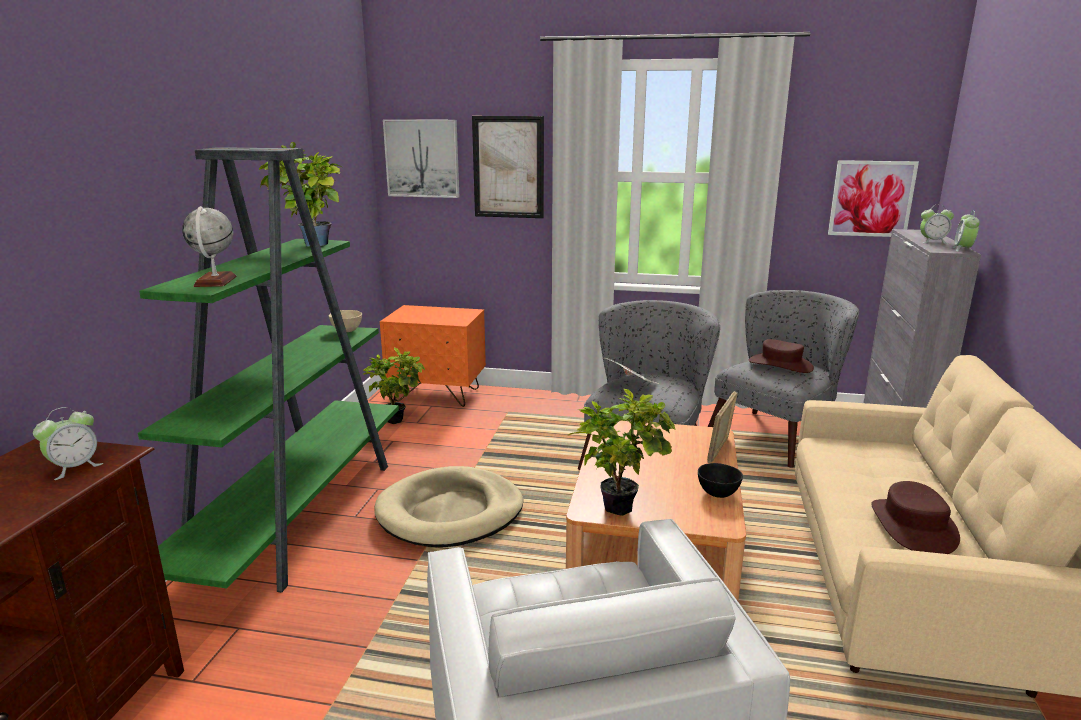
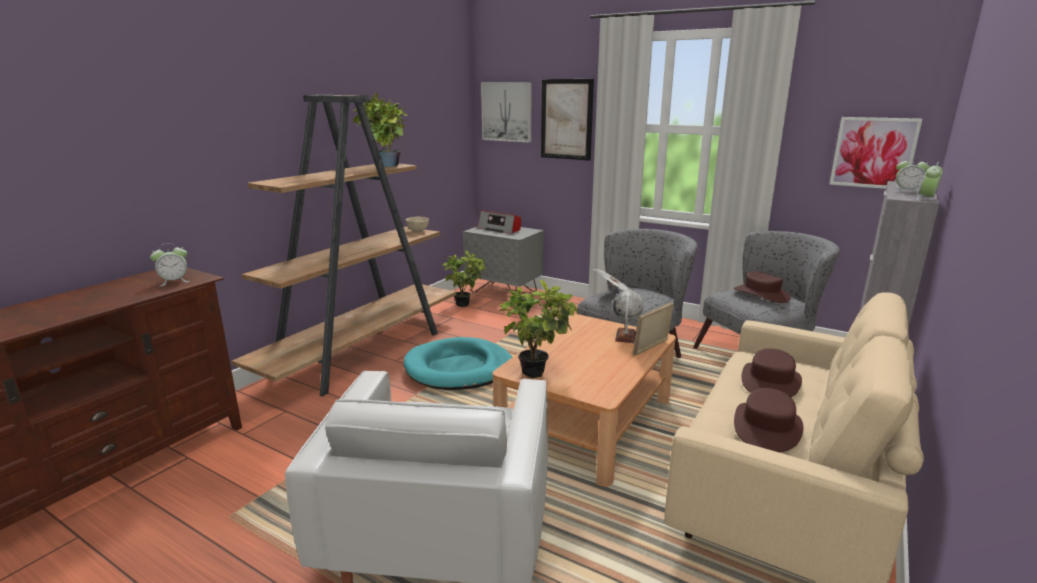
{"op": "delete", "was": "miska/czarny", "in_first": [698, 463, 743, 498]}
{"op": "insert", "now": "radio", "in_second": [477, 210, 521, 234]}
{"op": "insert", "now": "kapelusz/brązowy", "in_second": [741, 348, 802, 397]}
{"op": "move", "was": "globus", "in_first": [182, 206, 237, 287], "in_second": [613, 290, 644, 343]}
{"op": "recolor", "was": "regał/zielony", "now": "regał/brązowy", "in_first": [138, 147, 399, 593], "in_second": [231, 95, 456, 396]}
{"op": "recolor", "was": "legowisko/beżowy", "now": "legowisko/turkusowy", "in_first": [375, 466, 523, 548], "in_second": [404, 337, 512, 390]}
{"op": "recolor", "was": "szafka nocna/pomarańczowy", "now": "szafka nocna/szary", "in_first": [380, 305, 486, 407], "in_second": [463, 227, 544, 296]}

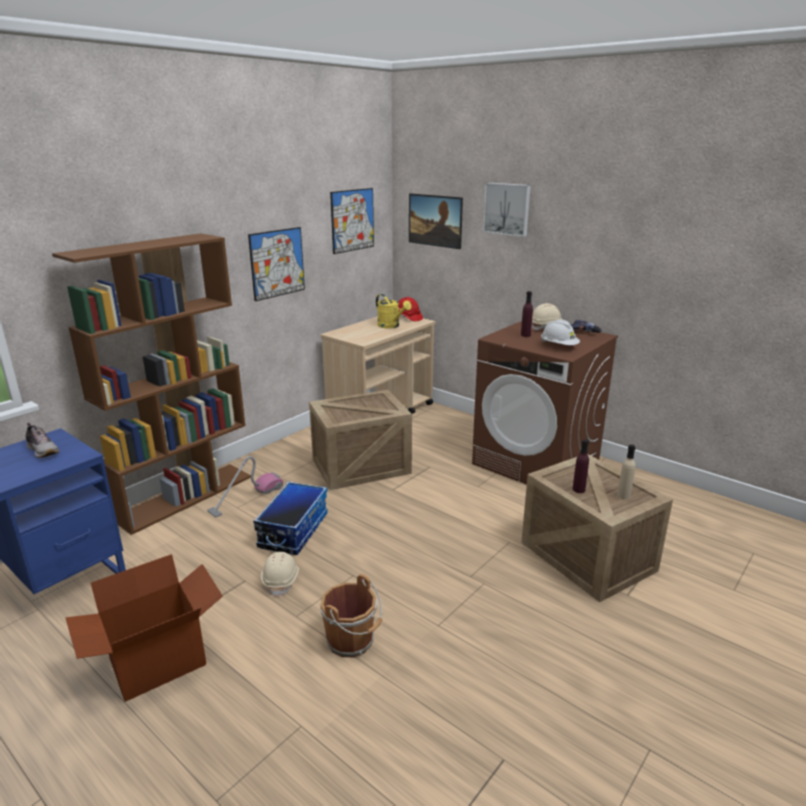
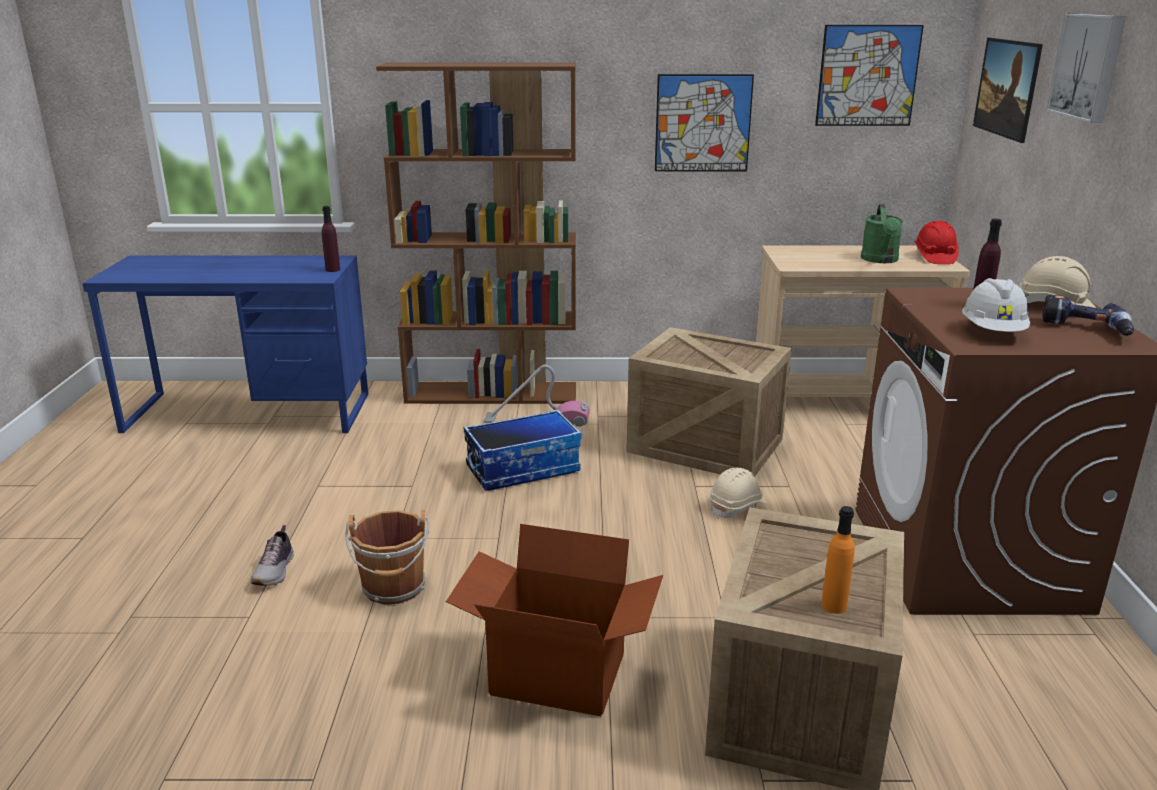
{"op": "move", "was": "but", "in_first": [26, 423, 60, 458], "in_second": [251, 525, 294, 586]}
{"op": "move", "was": "karton", "in_first": [65, 554, 223, 702], "in_second": [446, 524, 663, 716]}
{"op": "move", "was": "kask/beżowy", "in_first": [261, 552, 299, 597], "in_second": [709, 468, 766, 518]}
{"op": "move", "was": "butelka/fioletowy", "in_first": [573, 439, 589, 493], "in_second": [322, 206, 340, 272]}
{"op": "recolor", "was": "konewka/żółty", "now": "konewka/zielony", "in_first": [376, 294, 412, 328], "in_second": [861, 204, 903, 263]}
{"op": "recolor", "was": "butelka/beżowy", "now": "butelka/pomarańczowy", "in_first": [617, 444, 636, 499], "in_second": [821, 506, 855, 614]}

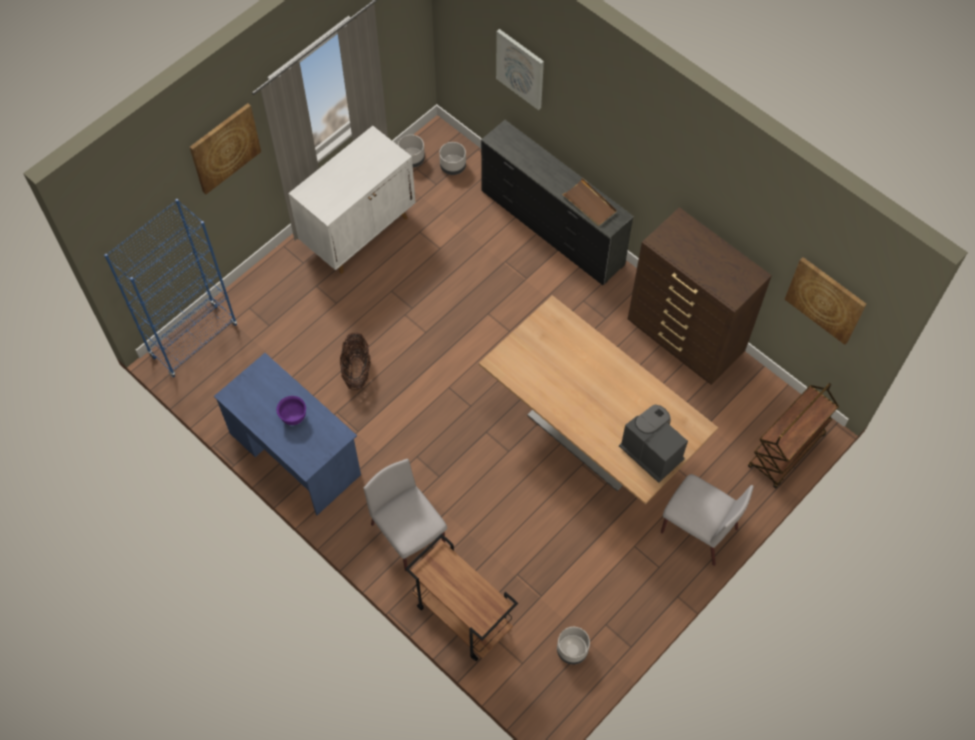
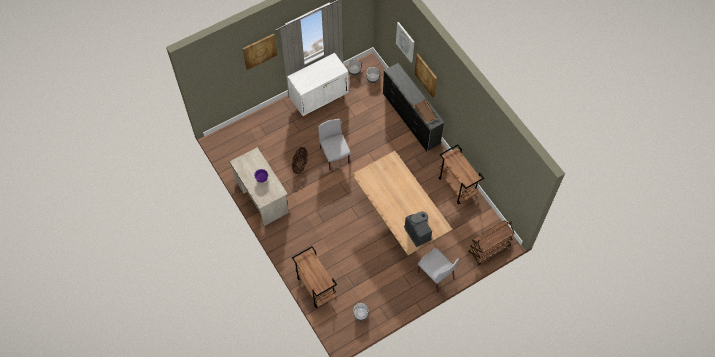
{"op": "delete", "was": "regał/niebieski", "in_first": [104, 199, 237, 378]}
{"op": "move", "was": "krzesło/szary", "in_first": [364, 459, 447, 571], "in_second": [318, 119, 351, 170]}
{"op": "move", "was": "obraz", "in_first": [784, 257, 866, 345], "in_second": [414, 54, 437, 98]}
{"op": "replace", "was": "komoda/brązowy", "now": "wózek/brązowy", "in_first": [628, 207, 772, 385], "in_second": [438, 144, 484, 204]}
{"op": "recolor", "was": "biurko/niebieski", "now": "biurko/beżowy", "in_first": [214, 353, 361, 515], "in_second": [229, 147, 289, 226]}

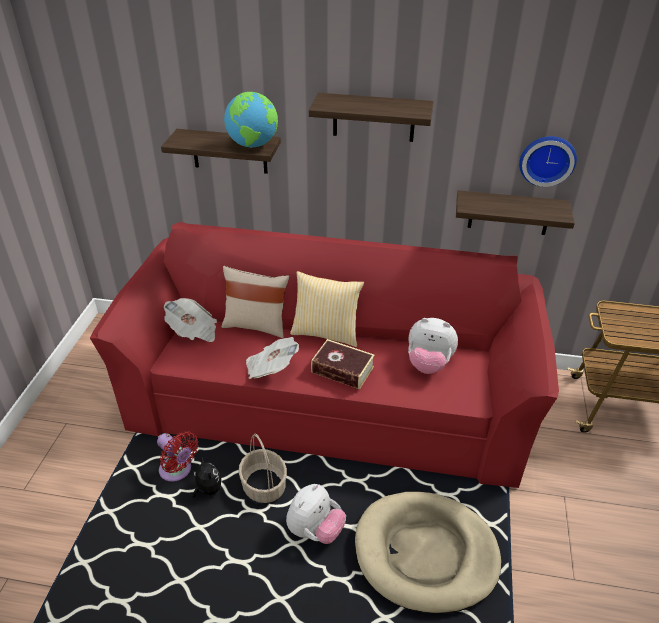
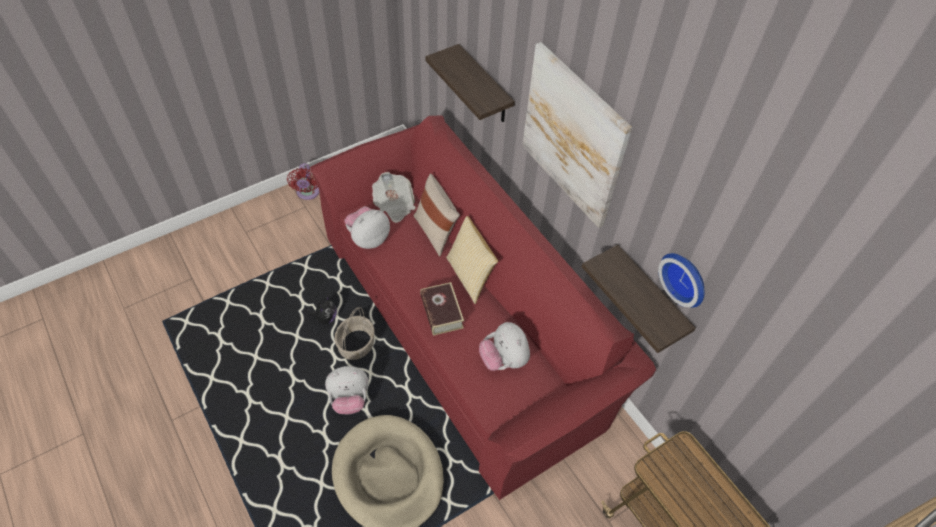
{"op": "delete", "was": "globus", "in_first": [224, 92, 278, 148]}
{"op": "delete", "was": "gazeta", "in_first": [246, 337, 299, 379]}
{"op": "insert", "now": "pluszak", "in_second": [344, 206, 390, 249]}
{"op": "move", "was": "wentylator/czerwony", "in_first": [157, 431, 198, 482], "in_second": [287, 163, 319, 200]}
{"op": "replace", "was": "półka", "now": "obraz", "in_first": [309, 93, 434, 142], "in_second": [522, 42, 632, 228]}

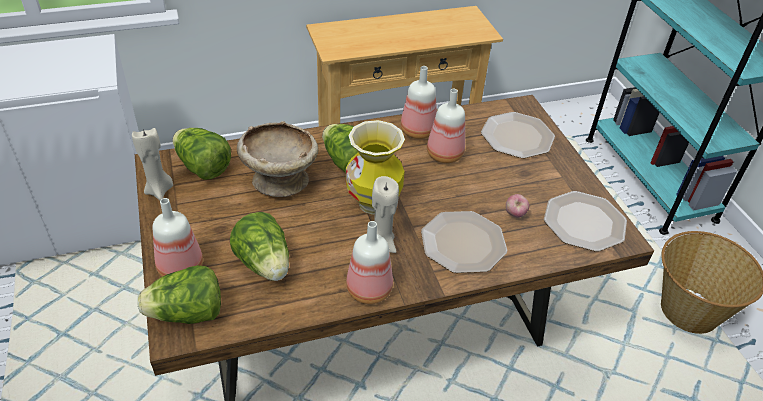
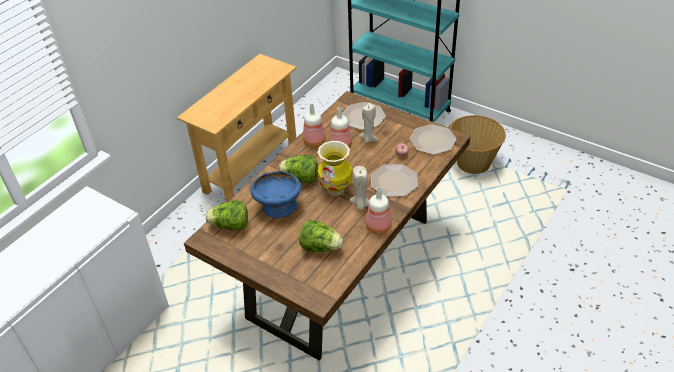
{"op": "delete", "was": "sałata", "in_first": [137, 265, 221, 324]}
{"op": "delete", "was": "butelka", "in_first": [152, 198, 203, 277]}
{"op": "move", "was": "świeca/beżowy", "in_first": [132, 128, 173, 200], "in_second": [359, 103, 379, 144]}
{"op": "recolor", "was": "miska/beżowy", "now": "miska/niebieski", "in_first": [237, 121, 318, 197], "in_second": [250, 171, 301, 218]}

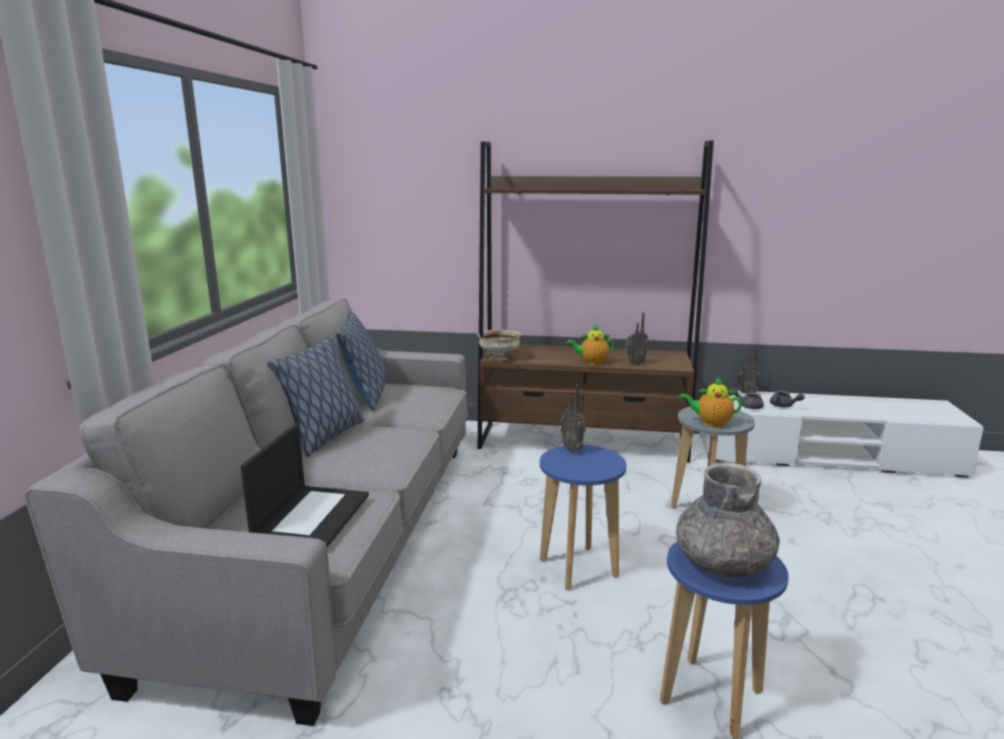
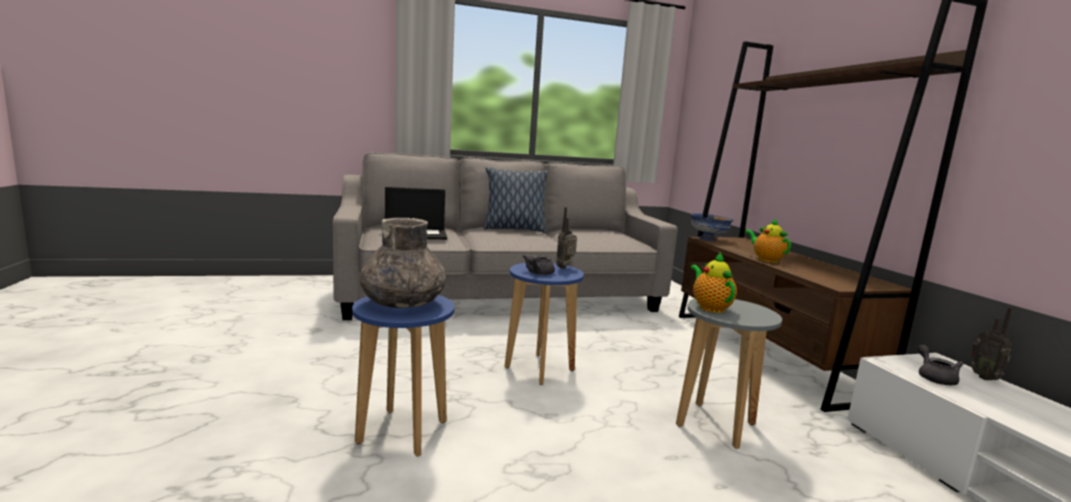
{"op": "delete", "was": "poduszka", "in_first": [336, 312, 387, 411]}
{"op": "delete", "was": "radio", "in_first": [625, 313, 648, 365]}
{"op": "move", "was": "imbryk/szary", "in_first": [770, 391, 805, 407], "in_second": [523, 255, 555, 275]}
{"op": "recolor", "was": "miska/beżowy", "now": "miska/niebieski", "in_first": [477, 330, 521, 361], "in_second": [690, 213, 734, 241]}

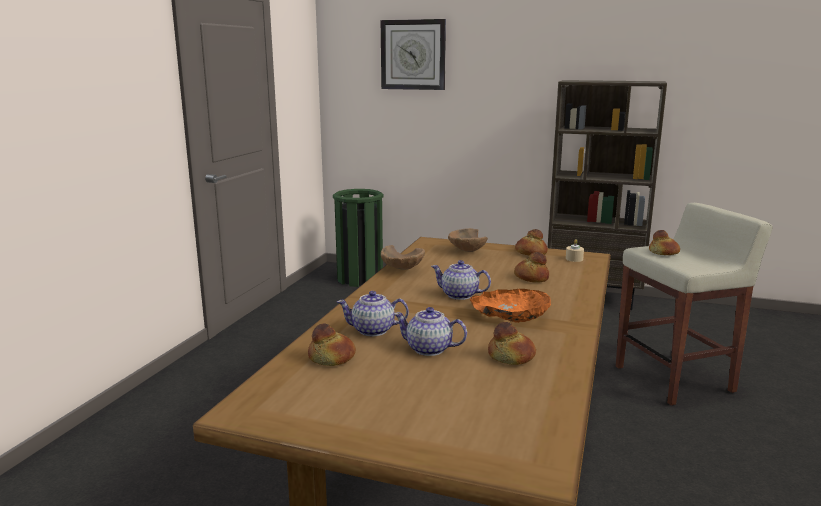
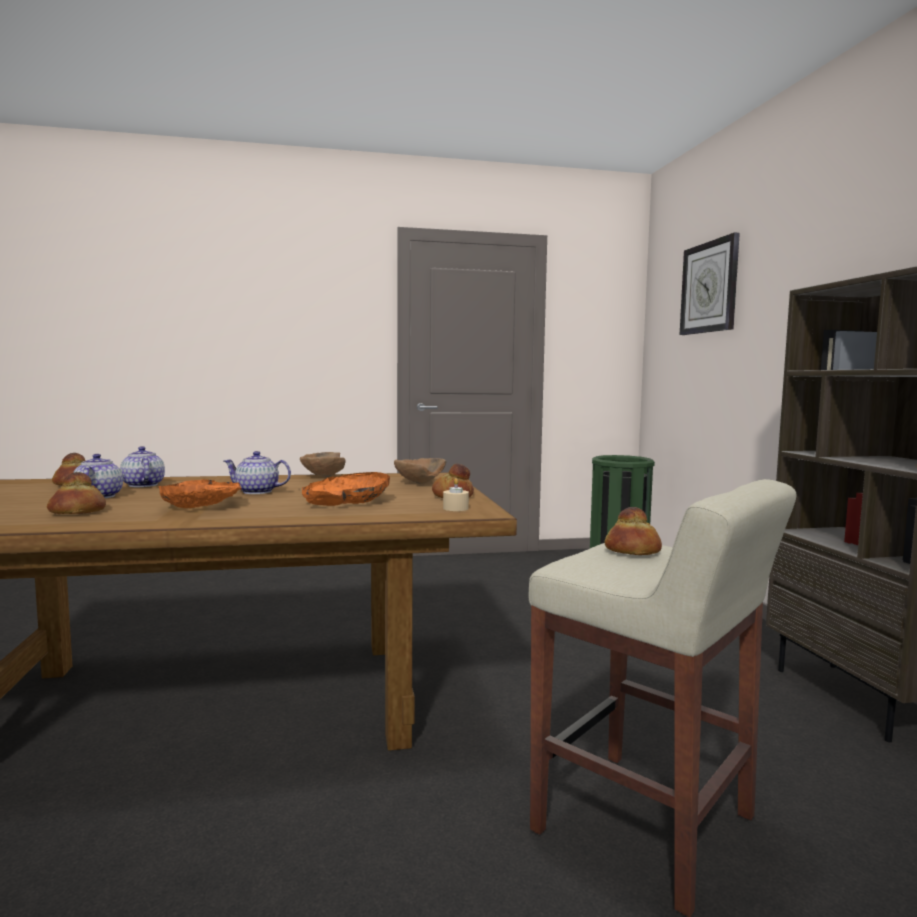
{"op": "replace", "was": "chleb", "now": "miska/pomarańczowy", "in_first": [514, 252, 549, 283], "in_second": [302, 472, 390, 506]}
{"op": "rotate", "was": "imbryk", "in_first": [431, 260, 491, 300], "in_second": [224, 451, 291, 494], "clockwise": -75}

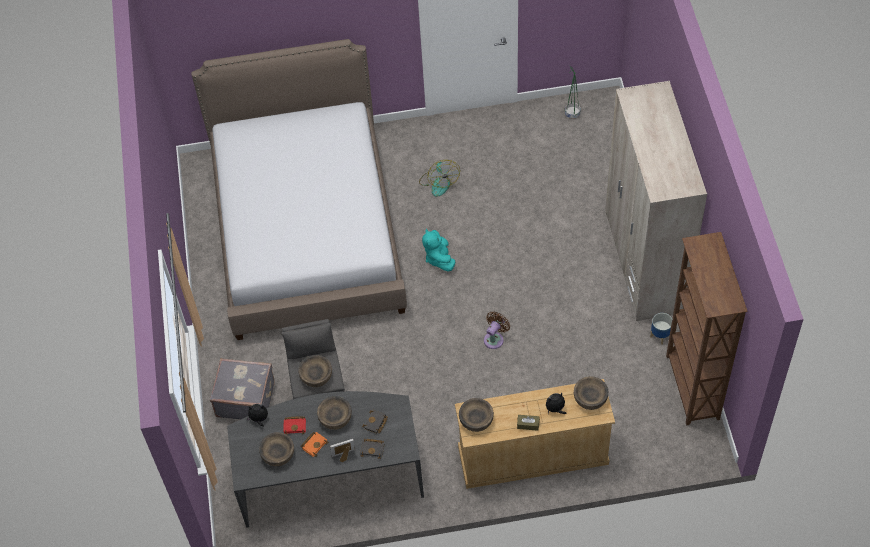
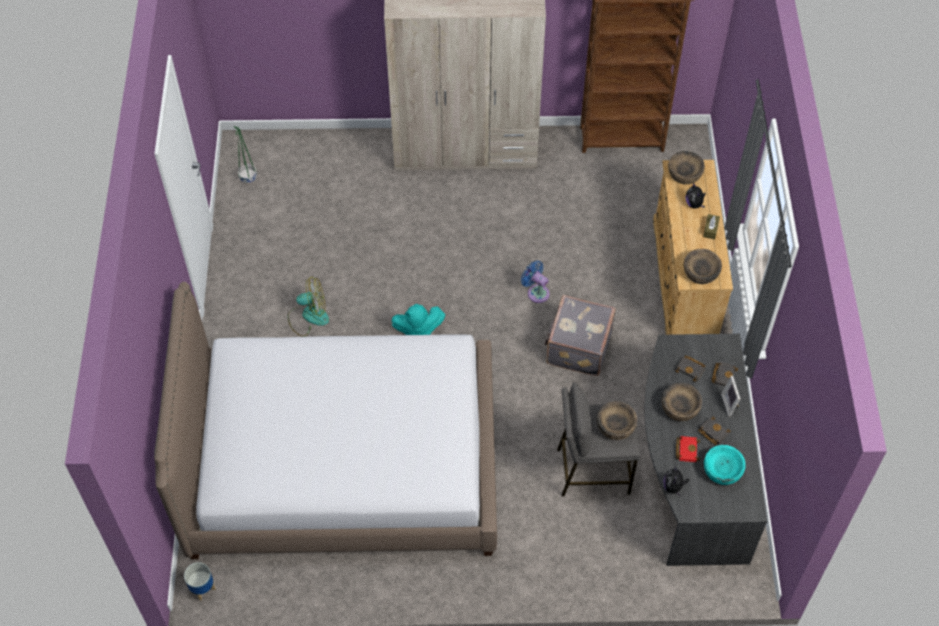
{"op": "move", "was": "walizka/szary", "in_first": [210, 358, 275, 419], "in_second": [545, 295, 616, 376]}
{"op": "move", "was": "donica", "in_first": [650, 313, 672, 345], "in_second": [184, 562, 216, 601]}
{"op": "recolor", "was": "miska/brązowy", "now": "miska/turkusowy", "in_first": [259, 432, 294, 466], "in_second": [704, 445, 746, 485]}
{"op": "recolor", "was": "książka/pomarańczowy", "now": "książka/czarny", "in_first": [301, 432, 329, 457], "in_second": [698, 417, 731, 445]}
{"op": "recolor", "was": "wentylator/brązowy", "now": "wentylator/niebieski", "in_first": [484, 311, 510, 349], "in_second": [521, 260, 550, 303]}

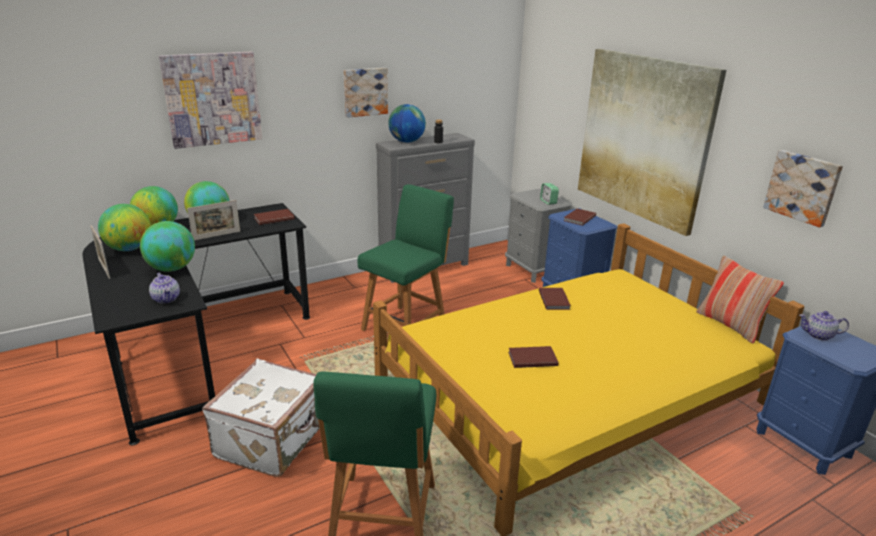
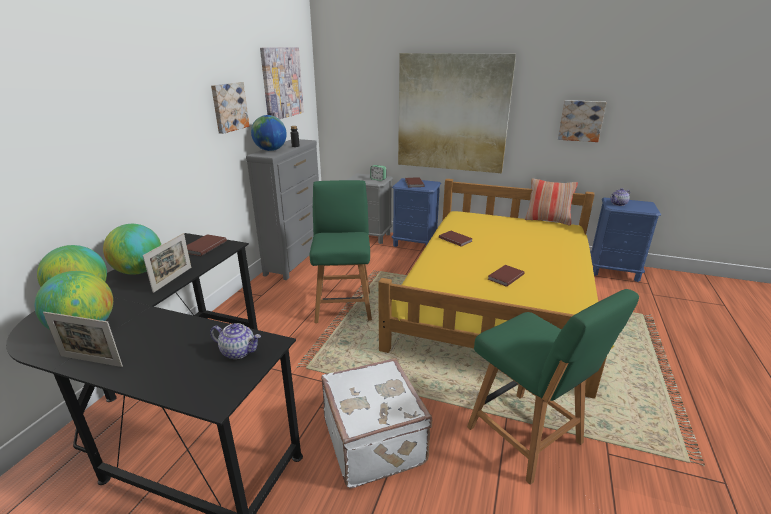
{"op": "delete", "was": "globus", "in_first": [140, 221, 195, 272]}
{"op": "move", "was": "obraz", "in_first": [159, 52, 262, 149], "in_second": [260, 47, 304, 119]}

